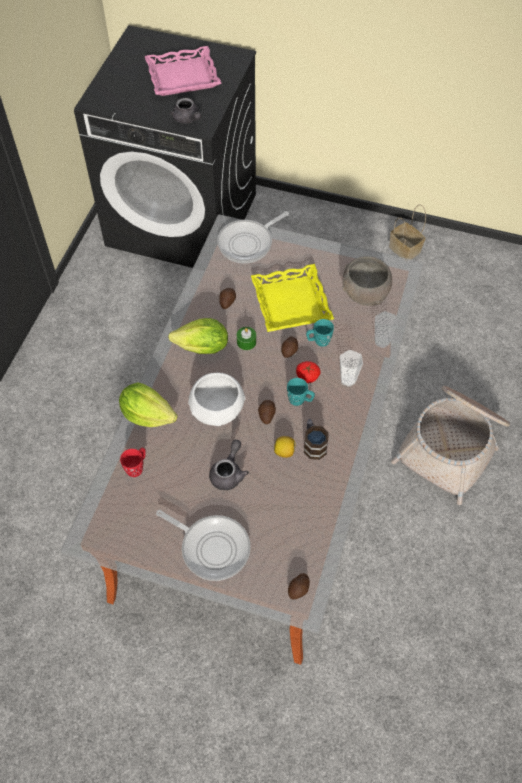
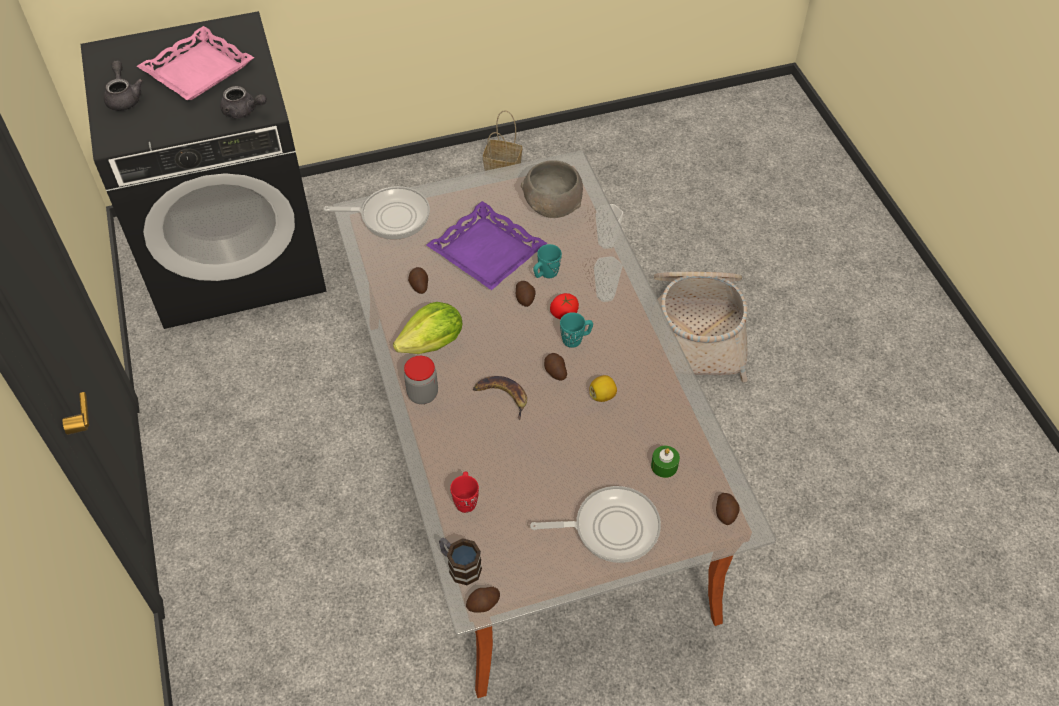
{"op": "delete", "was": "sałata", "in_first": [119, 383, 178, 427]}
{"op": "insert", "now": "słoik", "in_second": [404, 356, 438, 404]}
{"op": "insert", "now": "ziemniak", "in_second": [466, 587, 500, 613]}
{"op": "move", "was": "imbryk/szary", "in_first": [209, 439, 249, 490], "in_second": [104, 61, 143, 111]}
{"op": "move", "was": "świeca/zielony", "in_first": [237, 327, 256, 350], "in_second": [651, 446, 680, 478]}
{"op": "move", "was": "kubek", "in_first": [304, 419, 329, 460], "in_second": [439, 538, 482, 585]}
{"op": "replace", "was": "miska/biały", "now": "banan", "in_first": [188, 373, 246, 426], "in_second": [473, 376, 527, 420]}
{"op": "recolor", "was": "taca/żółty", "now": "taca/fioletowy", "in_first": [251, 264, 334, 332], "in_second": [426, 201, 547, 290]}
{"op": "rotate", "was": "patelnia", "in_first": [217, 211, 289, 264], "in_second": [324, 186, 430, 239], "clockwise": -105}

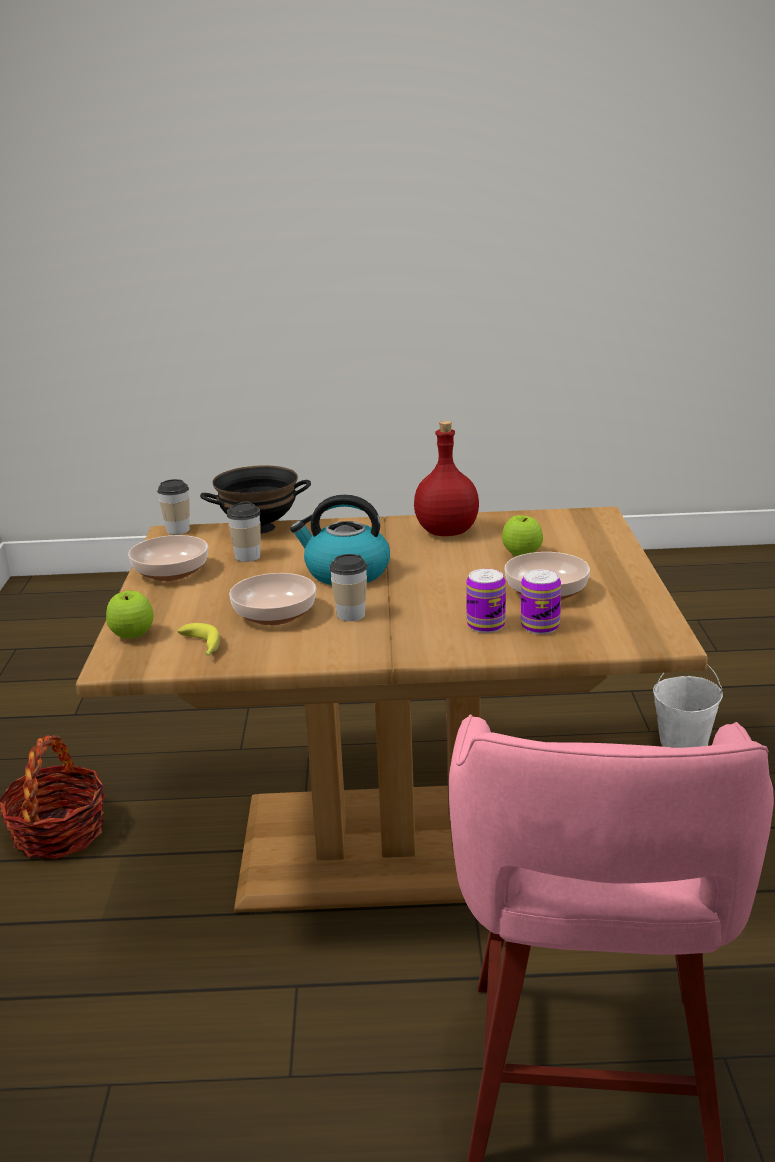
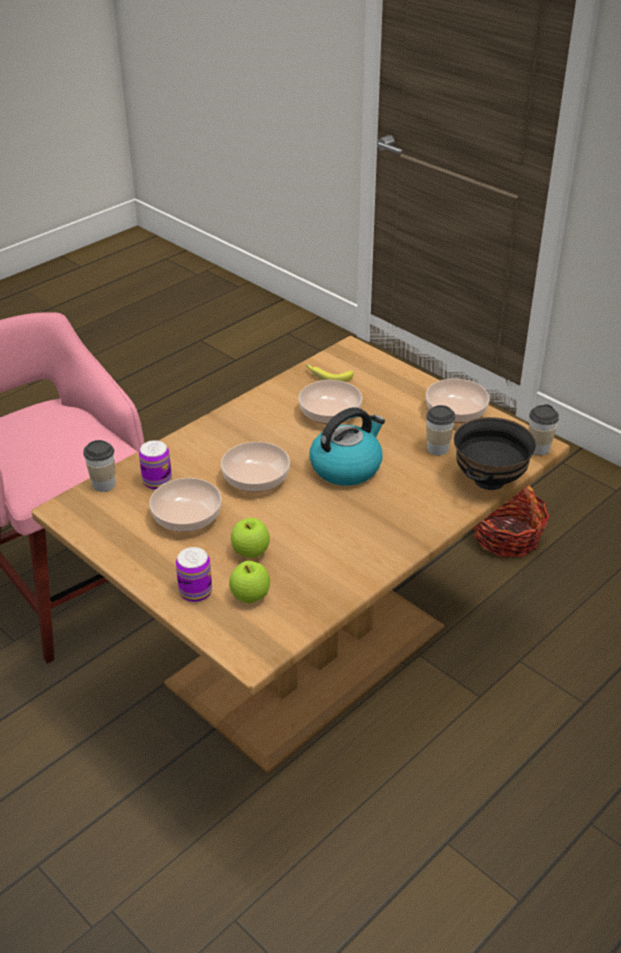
{"op": "delete", "was": "butelka/czerwony", "in_first": [414, 421, 479, 536]}
{"op": "delete", "was": "wiadro/biały", "in_first": [653, 664, 723, 748]}
{"op": "insert", "now": "miska", "in_second": [221, 442, 290, 492]}
{"op": "move", "was": "jabłko", "in_first": [106, 591, 154, 639], "in_second": [229, 561, 270, 603]}
{"op": "move", "was": "filiżanka", "in_first": [329, 554, 367, 621], "in_second": [83, 440, 115, 492]}
{"op": "move", "was": "puszka", "in_first": [466, 569, 506, 633], "in_second": [176, 547, 212, 602]}

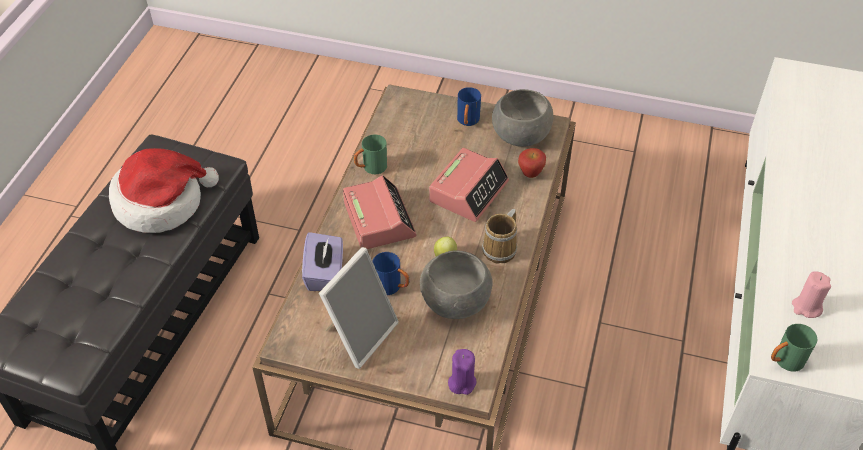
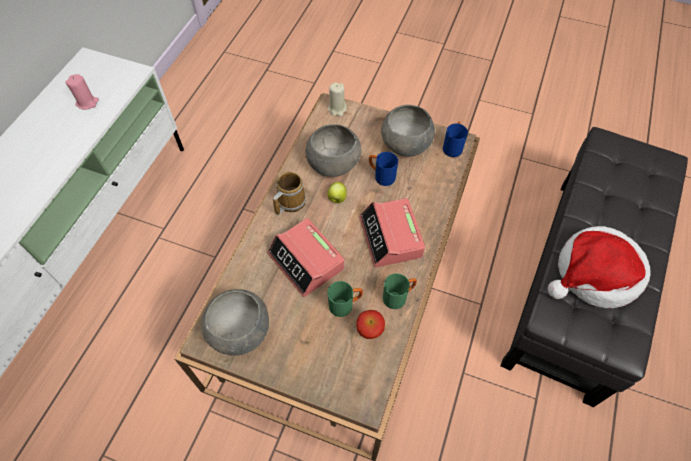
{"op": "delete", "was": "pudełko chusteczek/fioletowy", "in_first": [302, 232, 343, 291]}
{"op": "move", "was": "kubek/niebieski", "in_first": [457, 87, 481, 126], "in_second": [443, 122, 468, 157]}
{"op": "move", "was": "jabłko", "in_first": [518, 148, 546, 178], "in_second": [356, 310, 385, 339]}
{"op": "move", "was": "kubek/zielony", "in_first": [771, 324, 817, 372], "in_second": [328, 281, 363, 317]}
{"op": "replace", "was": "ramka na zdjęcie", "now": "miska/szary", "in_first": [319, 247, 399, 369], "in_second": [381, 105, 435, 157]}
{"op": "recolor", "was": "świeca/fioletowy", "now": "świeca/beżowy", "in_first": [448, 349, 476, 395], "in_second": [328, 82, 347, 116]}
{"op": "rotate", "was": "budzik", "in_first": [429, 148, 509, 222], "in_second": [267, 218, 345, 297], "clockwise": -75}

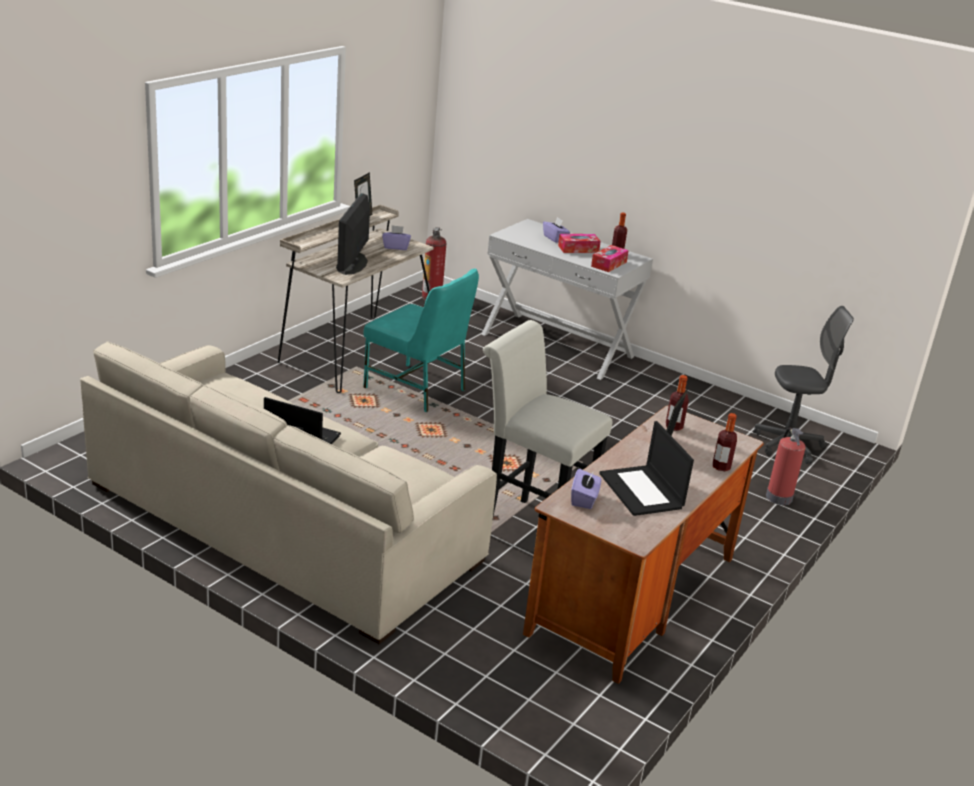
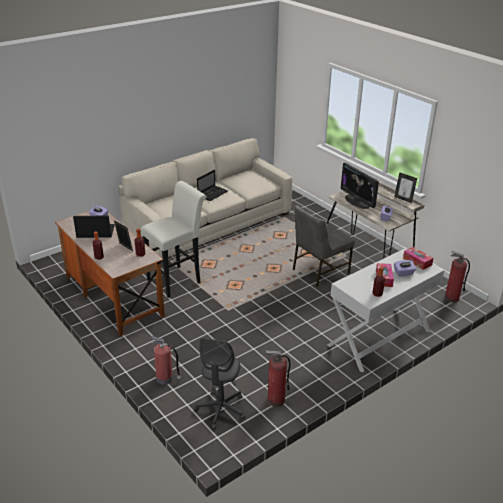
{"op": "insert", "now": "gaśnica", "in_second": [266, 350, 291, 407]}
{"op": "move", "was": "pudełko chusteczek", "in_first": [591, 245, 629, 272], "in_second": [403, 247, 433, 270]}
{"op": "recolor", "was": "krzesło/turkusowy", "now": "krzesło/szary", "in_first": [363, 268, 479, 412], "in_second": [293, 205, 355, 287]}
{"op": "rotate", "was": "monitor", "in_first": [336, 193, 370, 275], "in_second": [341, 163, 379, 209], "clockwise": -150}

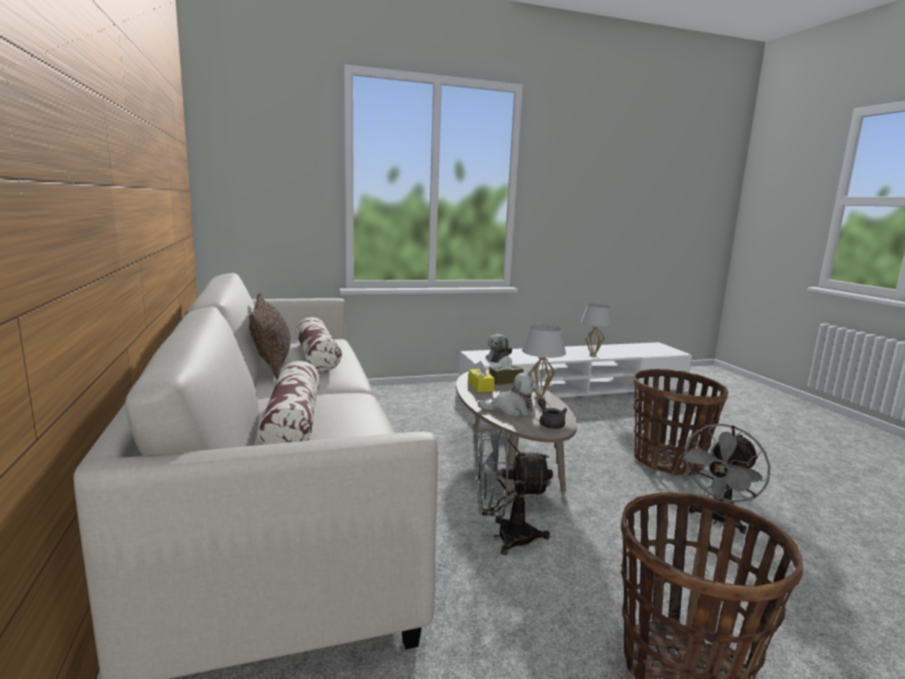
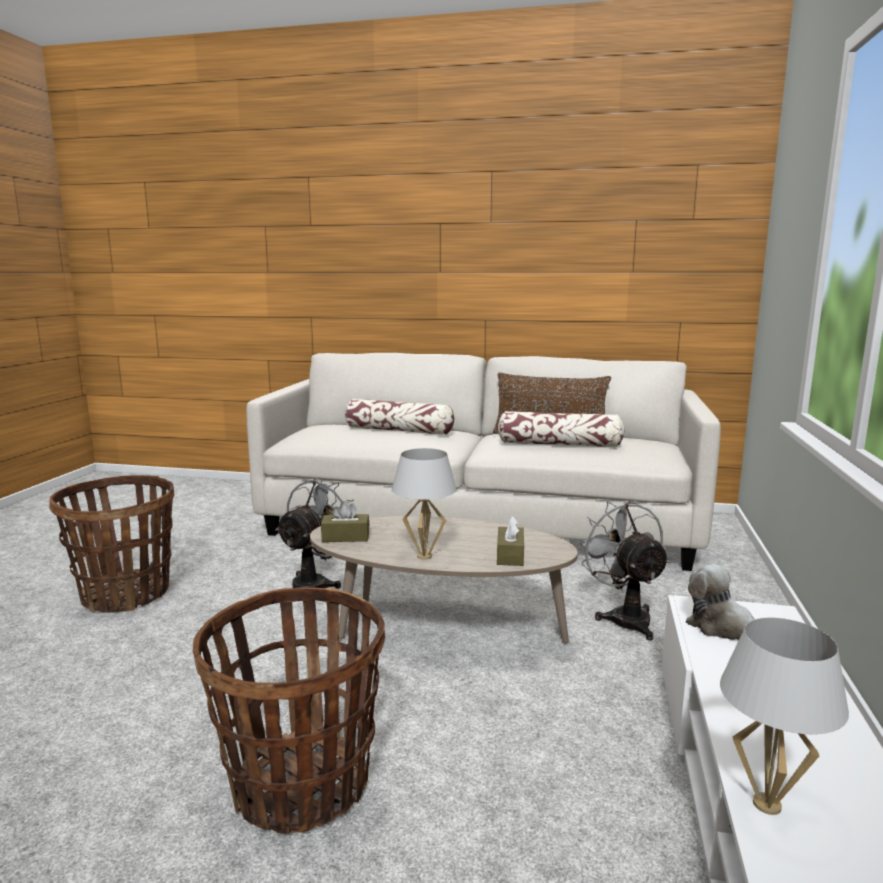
{"op": "delete", "was": "pudełko chusteczek/żółty", "in_first": [469, 361, 495, 392]}
{"op": "delete", "was": "pluszak", "in_first": [478, 373, 538, 417]}
{"op": "move", "was": "wentylator/szary", "in_first": [679, 424, 770, 534], "in_second": [577, 501, 670, 641]}
{"op": "replace", "was": "imbryk/szary", "now": "pudełko chusteczek/brązowy", "in_first": [538, 399, 567, 429], "in_second": [321, 501, 369, 542]}

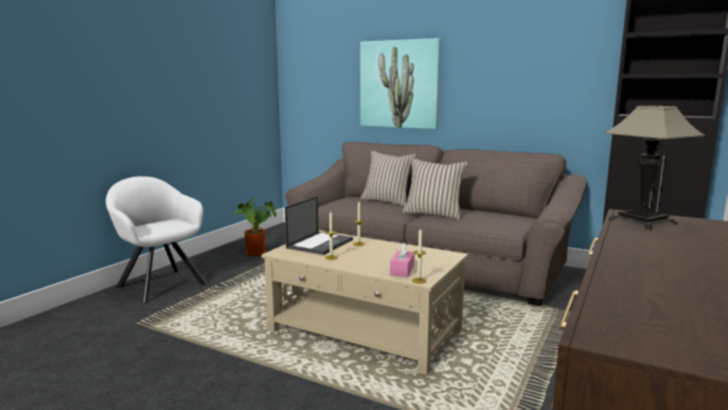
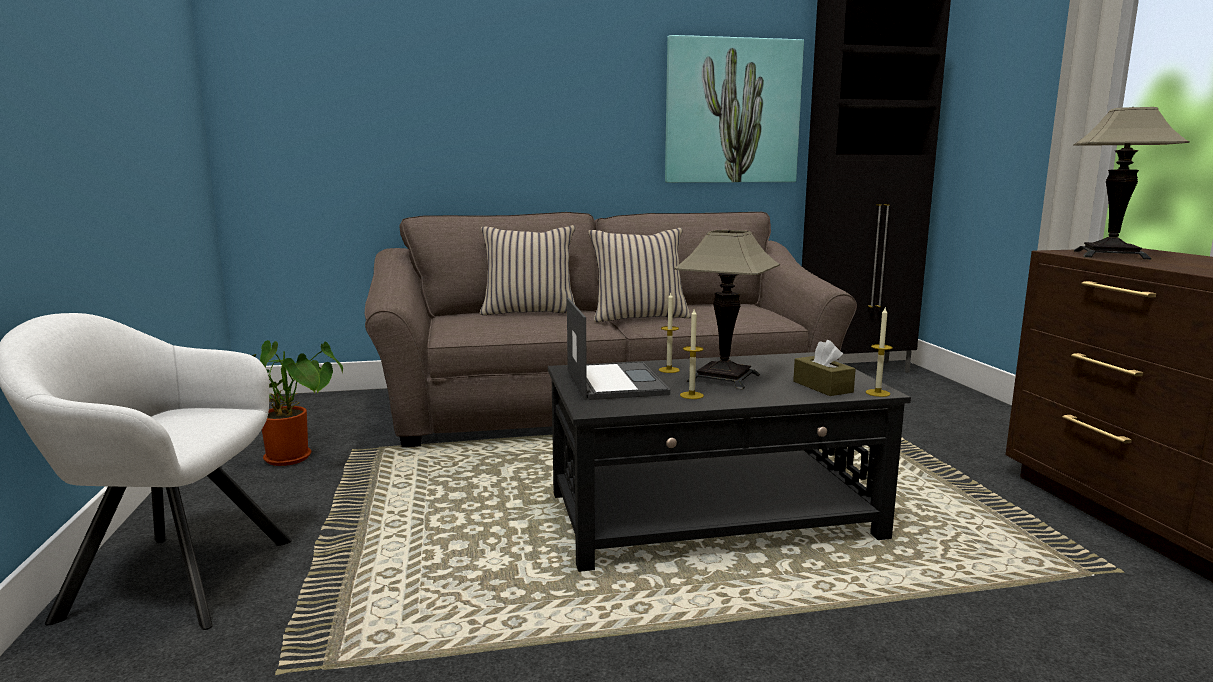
{"op": "insert", "now": "lampa stołowa", "in_second": [674, 230, 780, 390]}
{"op": "move", "was": "obraz", "in_first": [360, 38, 441, 129], "in_second": [665, 35, 804, 183]}
{"op": "recolor", "was": "ława/beżowy", "now": "ława/czarny", "in_first": [261, 230, 468, 375], "in_second": [548, 352, 911, 572]}
{"op": "recolor", "was": "pudełko chusteczek/różowy", "now": "pudełko chusteczek/brązowy", "in_first": [390, 243, 415, 277], "in_second": [793, 340, 856, 396]}

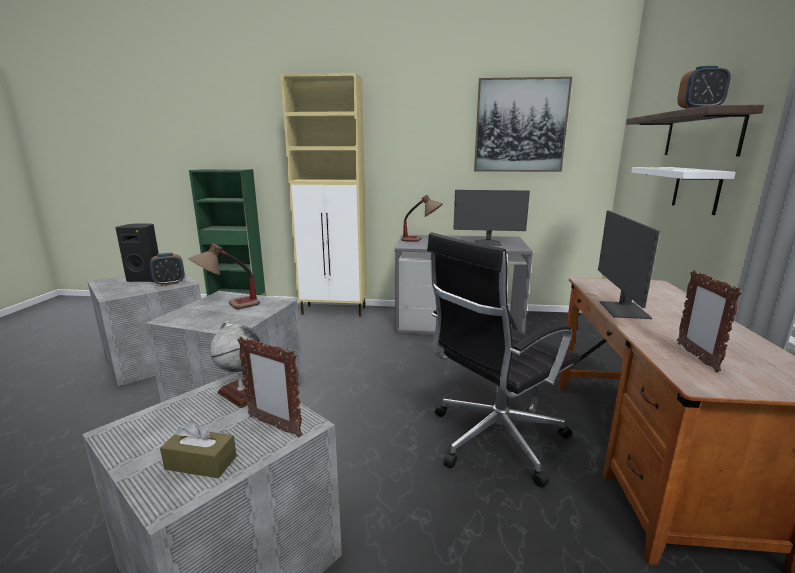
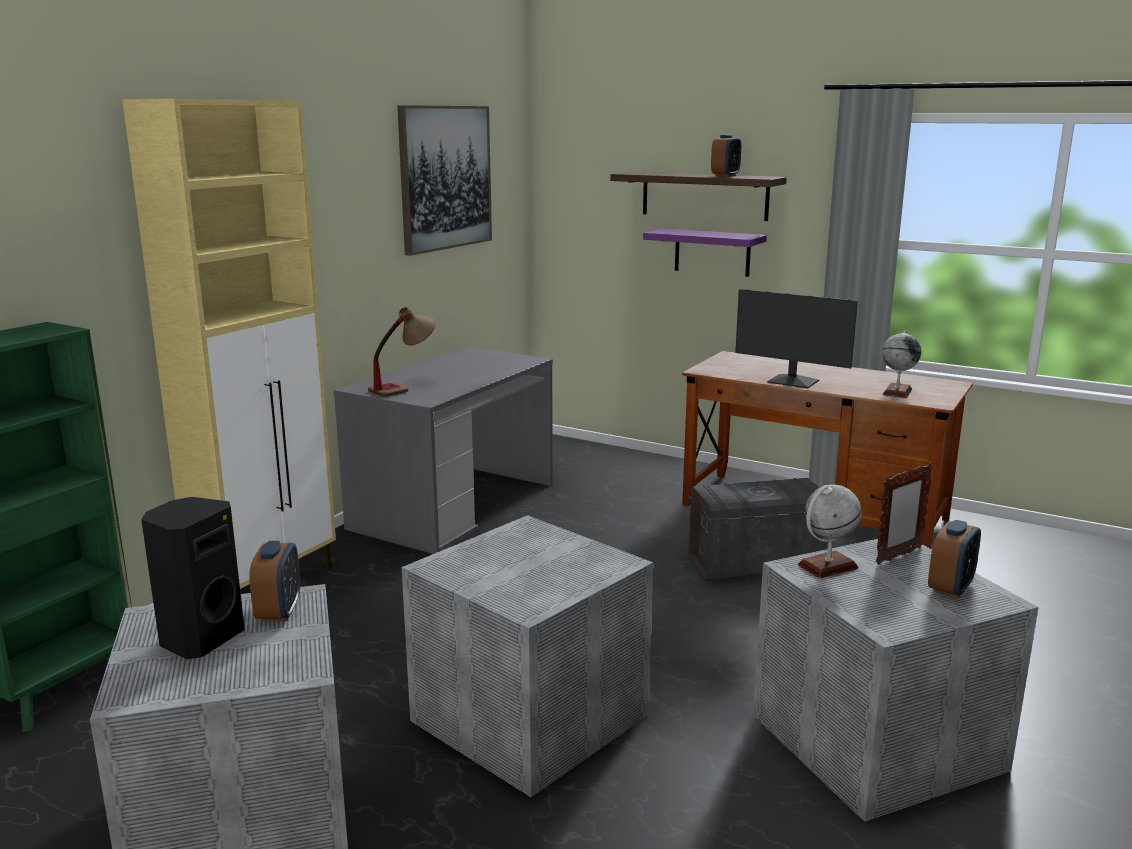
{"op": "delete", "was": "lampa stołowa", "in_first": [189, 243, 260, 309]}
{"op": "delete", "was": "monitor", "in_first": [453, 190, 530, 246]}
{"op": "replace", "was": "pudełko chusteczek/brązowy", "now": "budzik", "in_first": [160, 420, 237, 478], "in_second": [928, 520, 981, 598]}
{"op": "replace", "was": "krzesło biurowe/czarny", "now": "pojemnik do przechowywania/szary", "in_first": [427, 232, 579, 487], "in_second": [688, 478, 828, 581]}
{"op": "replace", "was": "ramka na zdjęcie", "now": "globus", "in_first": [677, 270, 742, 372], "in_second": [882, 330, 921, 398]}
{"op": "recolor", "was": "półka/biały", "now": "półka/fioletowy", "in_first": [631, 167, 736, 215], "in_second": [643, 228, 767, 277]}

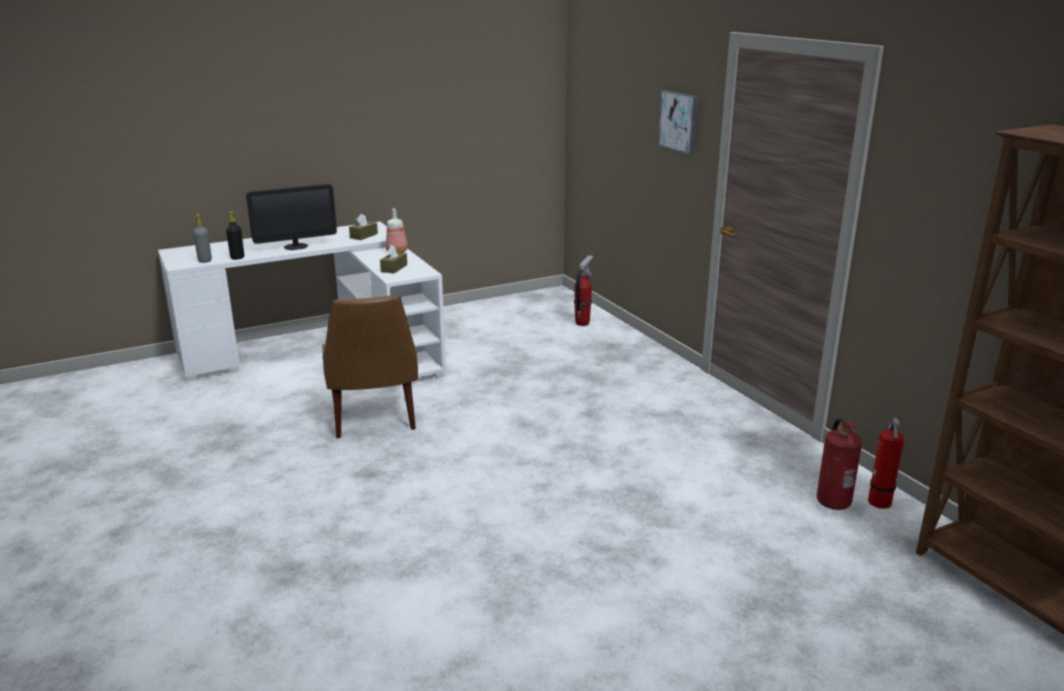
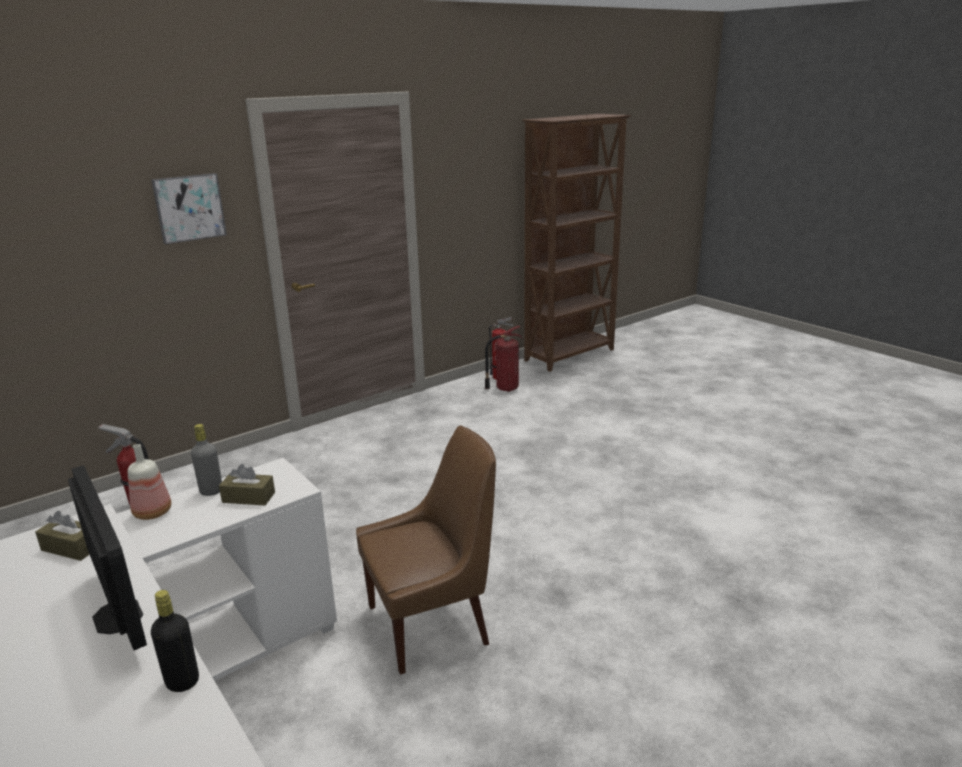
{"op": "move", "was": "butelka/szary", "in_first": [193, 214, 212, 263], "in_second": [191, 424, 222, 496]}

